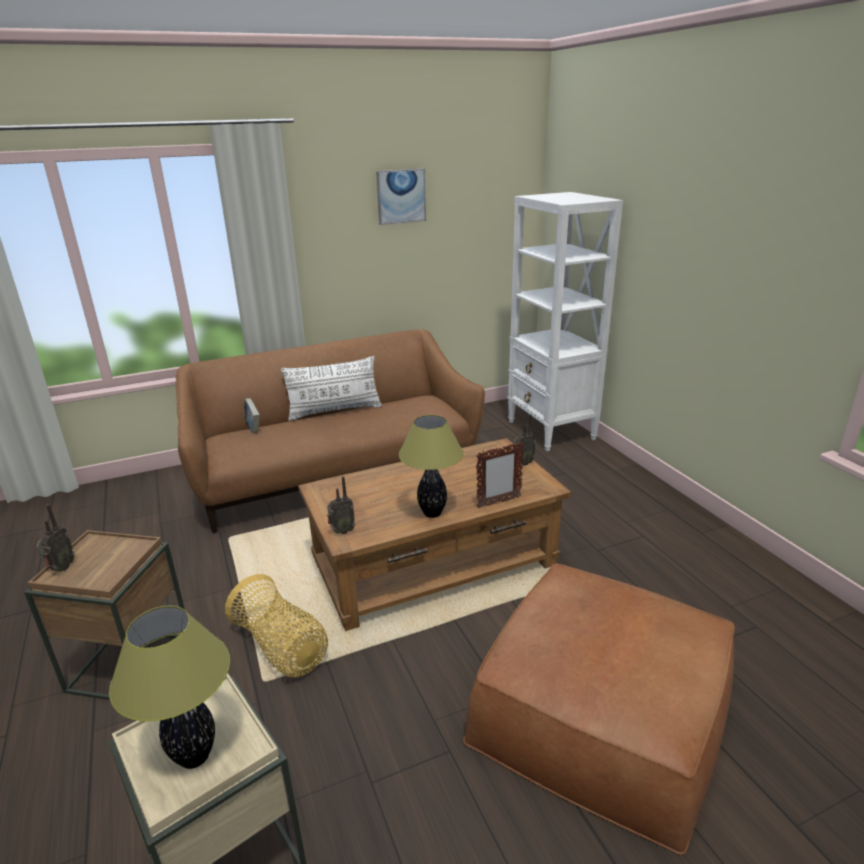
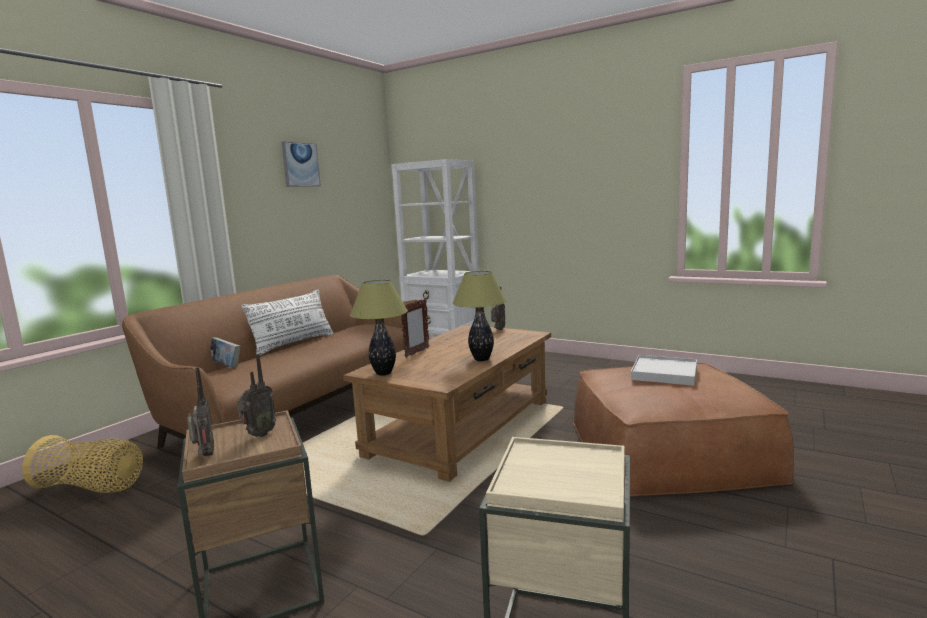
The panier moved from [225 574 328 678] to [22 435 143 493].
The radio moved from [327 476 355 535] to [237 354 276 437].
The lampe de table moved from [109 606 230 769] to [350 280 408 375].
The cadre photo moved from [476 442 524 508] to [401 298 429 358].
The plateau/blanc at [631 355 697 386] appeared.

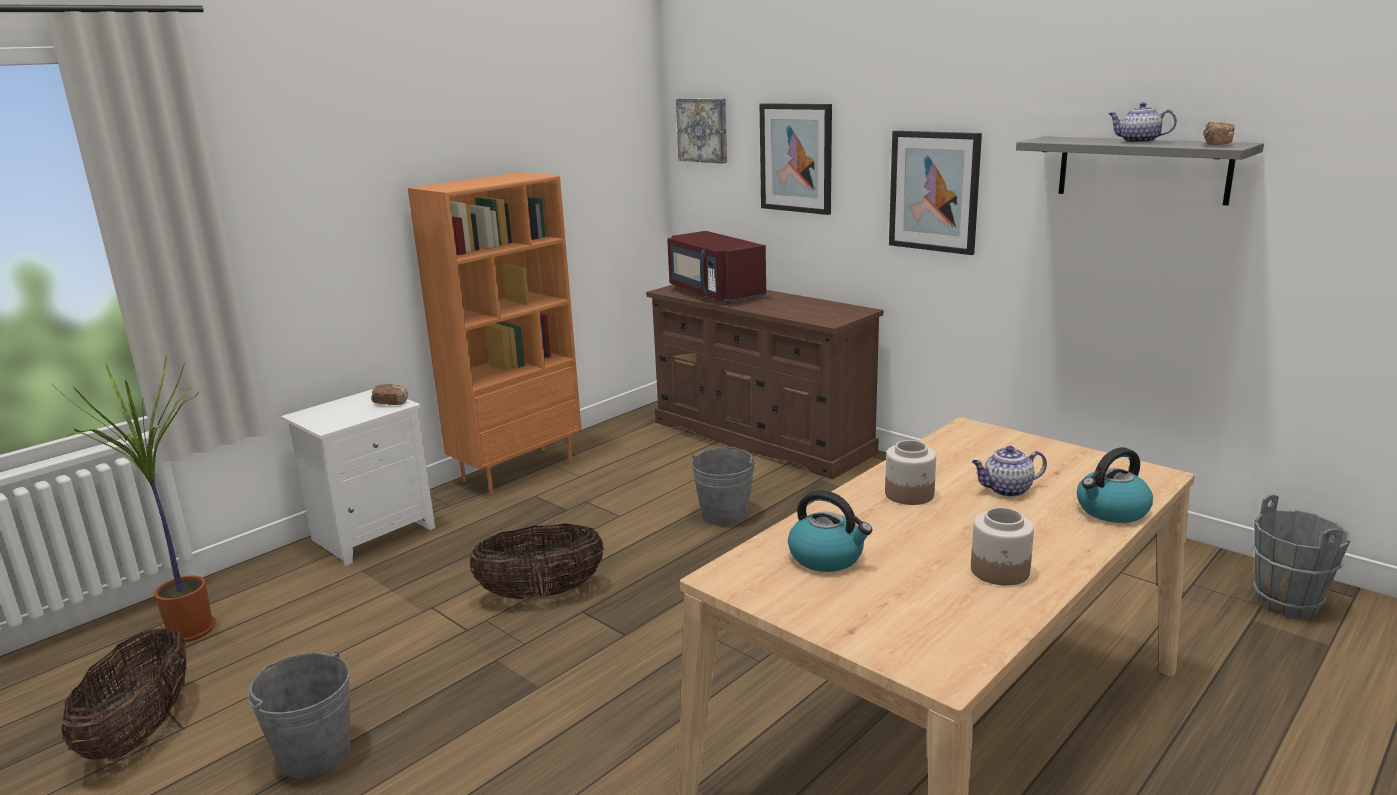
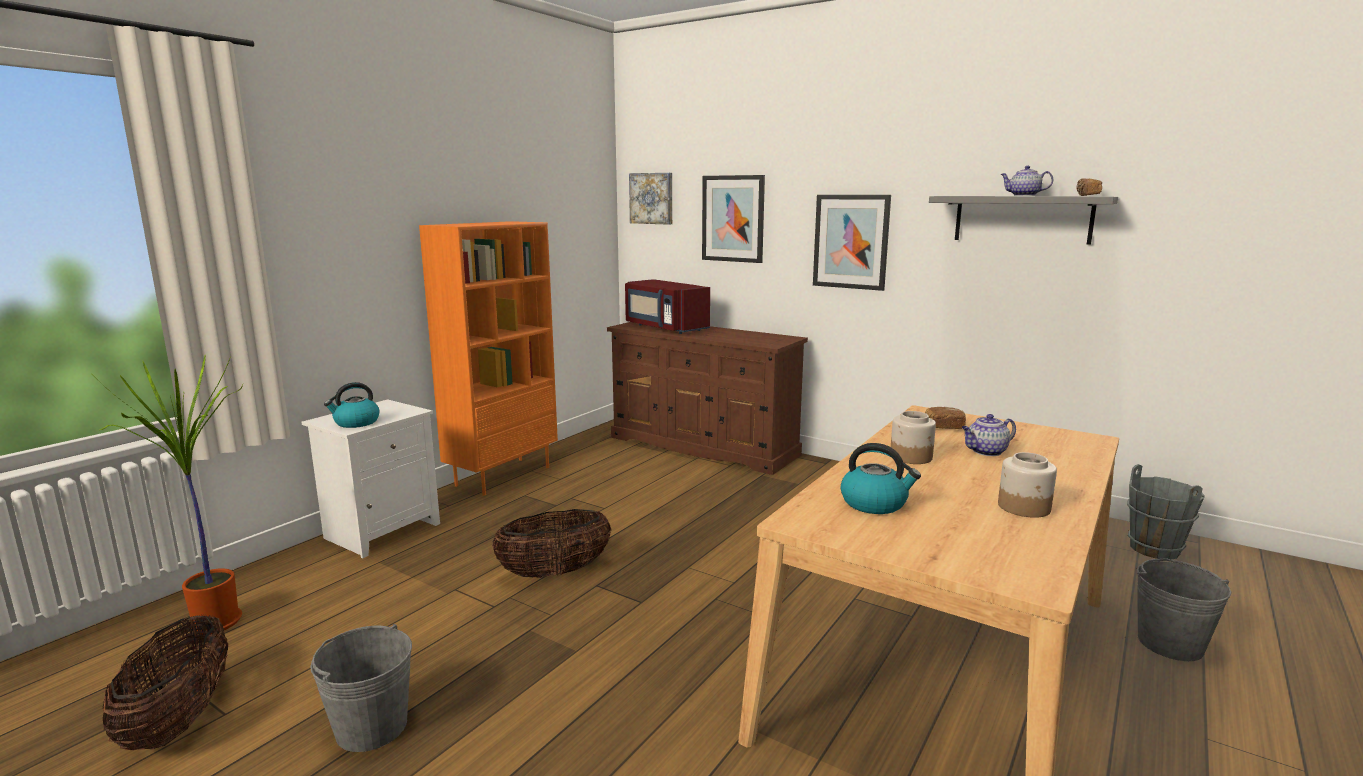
The bouilloire moved from [1077 447 1153 523] to [324 382 380 428].
The pain moved from [371 384 408 405] to [925 407 966 429].
The seau/gris moved from [691 447 755 526] to [1137 558 1231 661].

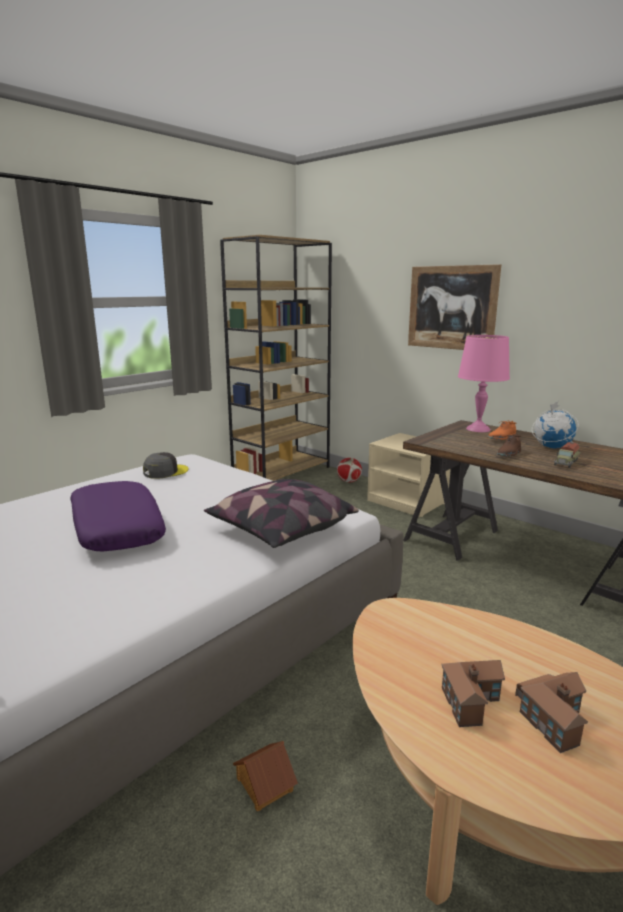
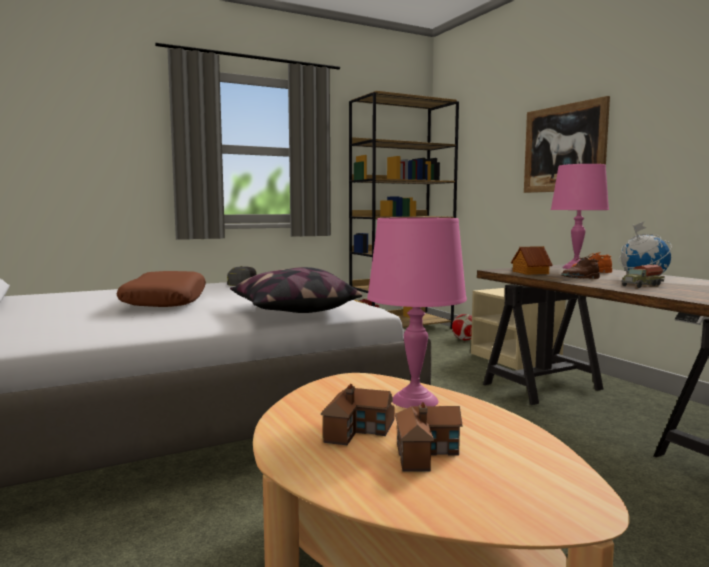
The coussin/violet at [70 481 166 552] became the coussin/marron at [117 271 206 307].
The lampe de table/rose at [367 217 467 408] appeared.
The maison miniature moved from [233 741 298 811] to [511 246 553 275].

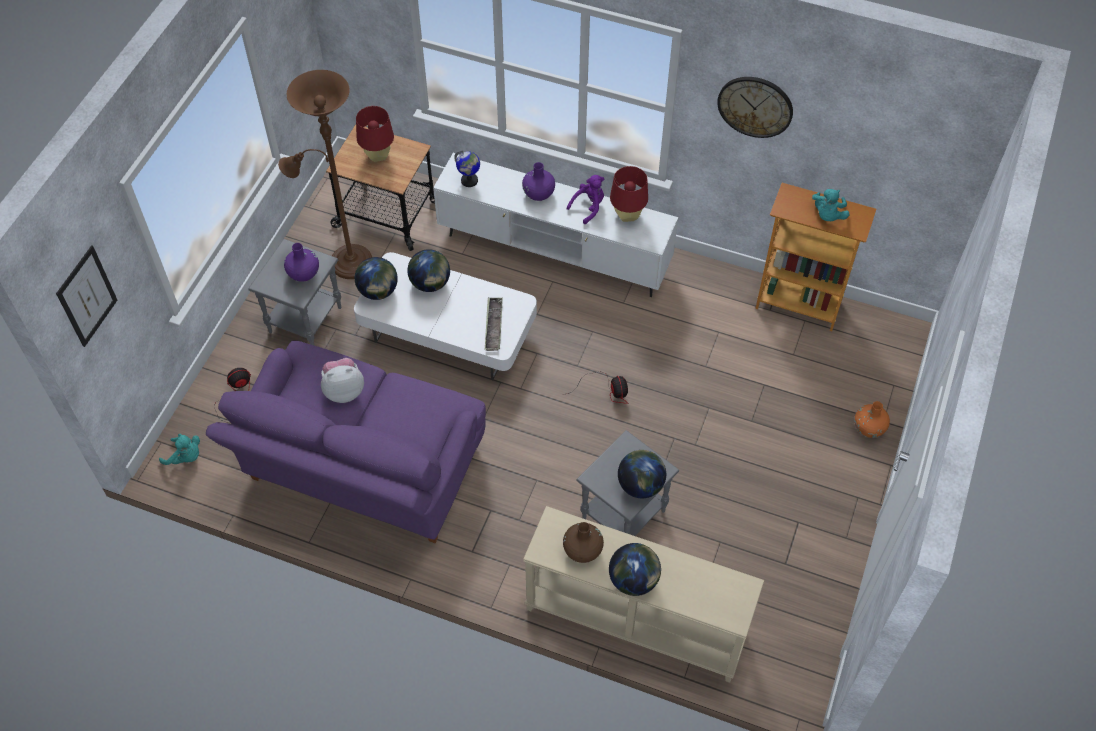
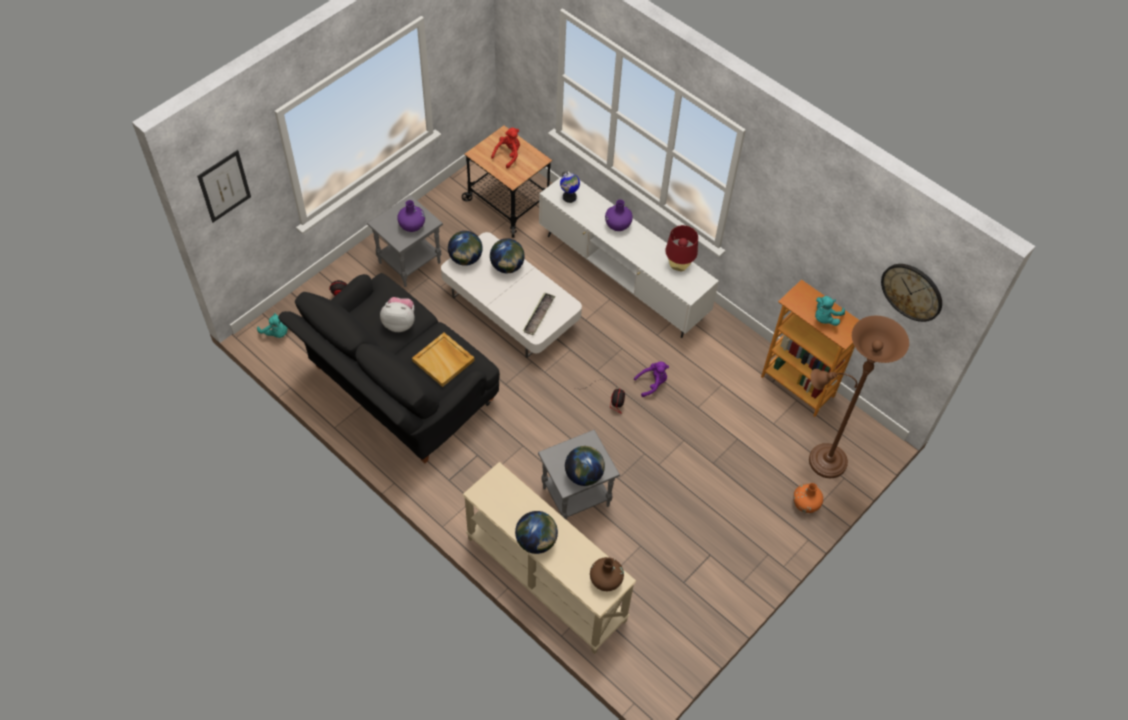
The canapé/violet at [206 340 486 543] became the canapé/noir at [278 273 500 463].
The plateau/beige at [412 333 474 387] appeared.
The lampe de table/rouge at [356 106 394 162] was replaced by the peluche/rouge at [491 128 520 169].
The vase/marron moved from [563 522 604 563] to [590 557 624 591].
The peluche/violet moved from [567 175 604 224] to [634 361 669 397].
The lampadaire/marron moved from [278 70 372 279] to [809 316 909 478].
The horloge murale moved from [717 77 793 138] to [881 264 942 322].

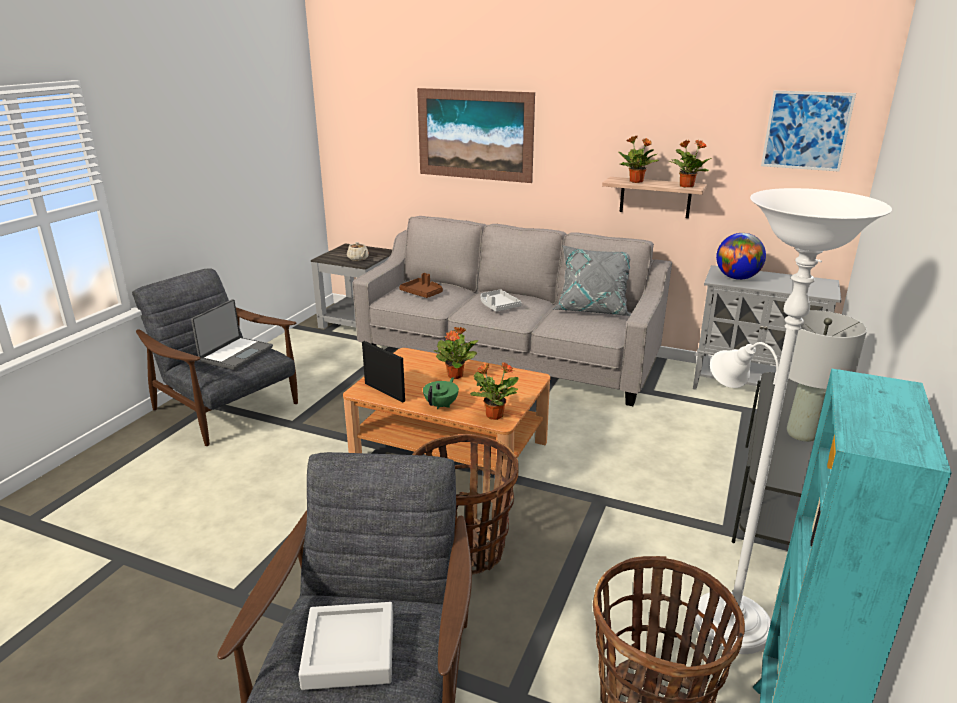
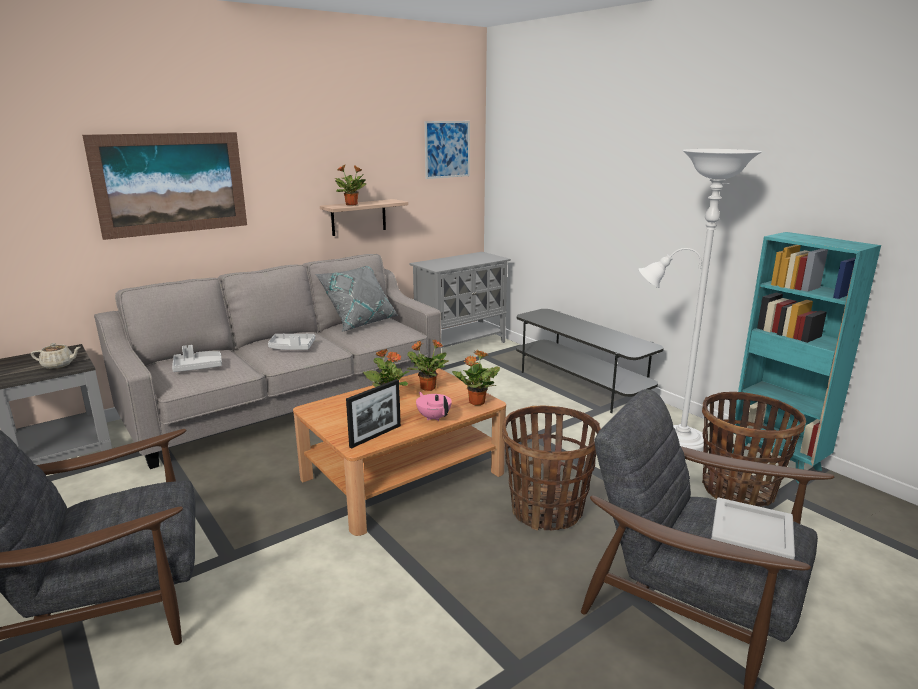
The plateau/marron at [399 273 443 298] became the plateau/gris at [172 345 222 372].
The cadre photo at [362 341 405 403] turned 150 degrees clockwise.
The plante en pot moved from [669 139 712 188] to [407 339 449 391].
The théière/vert at [423 377 459 409] became the théière/rose at [416 392 452 421].
The ordinateur portable at [191 299 273 370] disappeared.
The globe at [716 233 766 280] disappeared.
The lampe de table/gris at [787 310 867 442] disappeared.

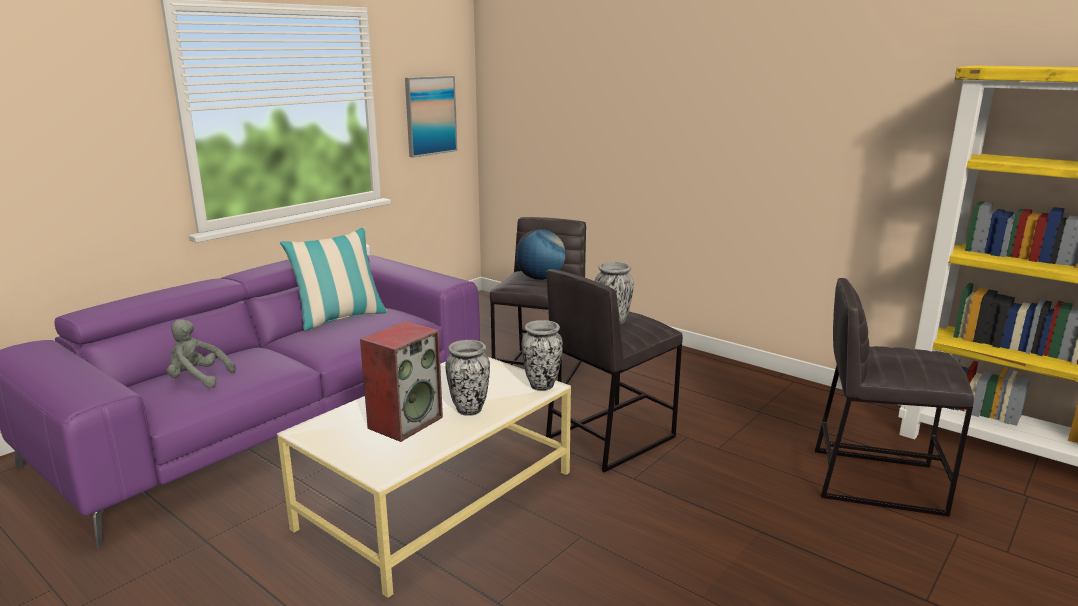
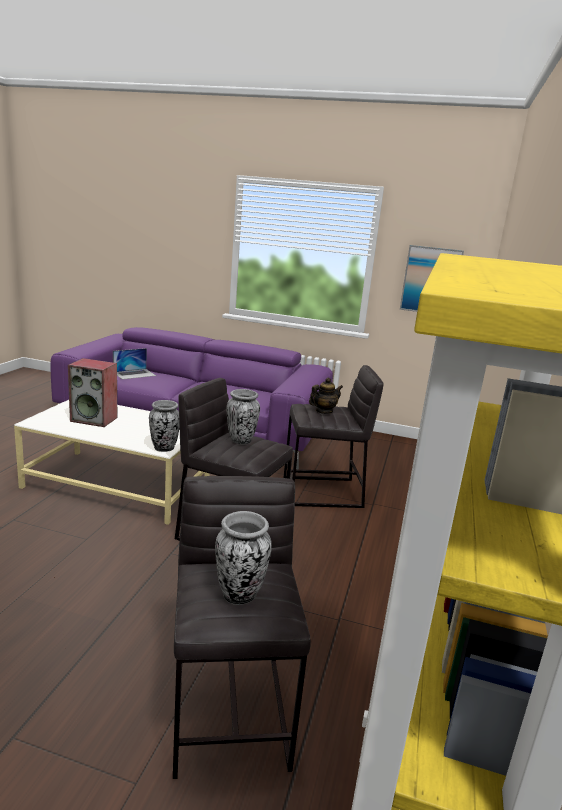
The peluche/gris at [167 319 236 387] was replaced by the ordinateur portable at [113 348 156 379].
The vase moved from [445 340 490 416] to [215 511 272 605].
The globe at [515 229 565 280] was replaced by the théière at [309 377 343 414].
The coussin at [280 227 388 331] disappeared.

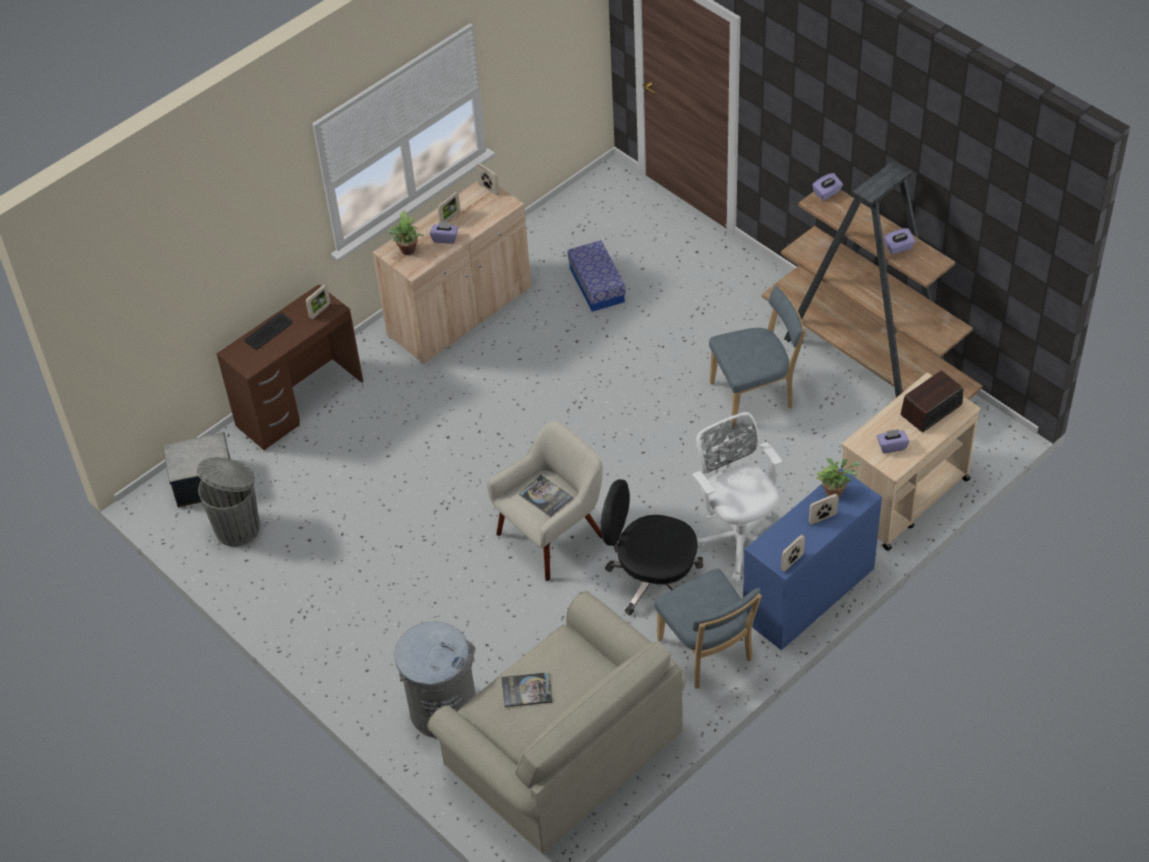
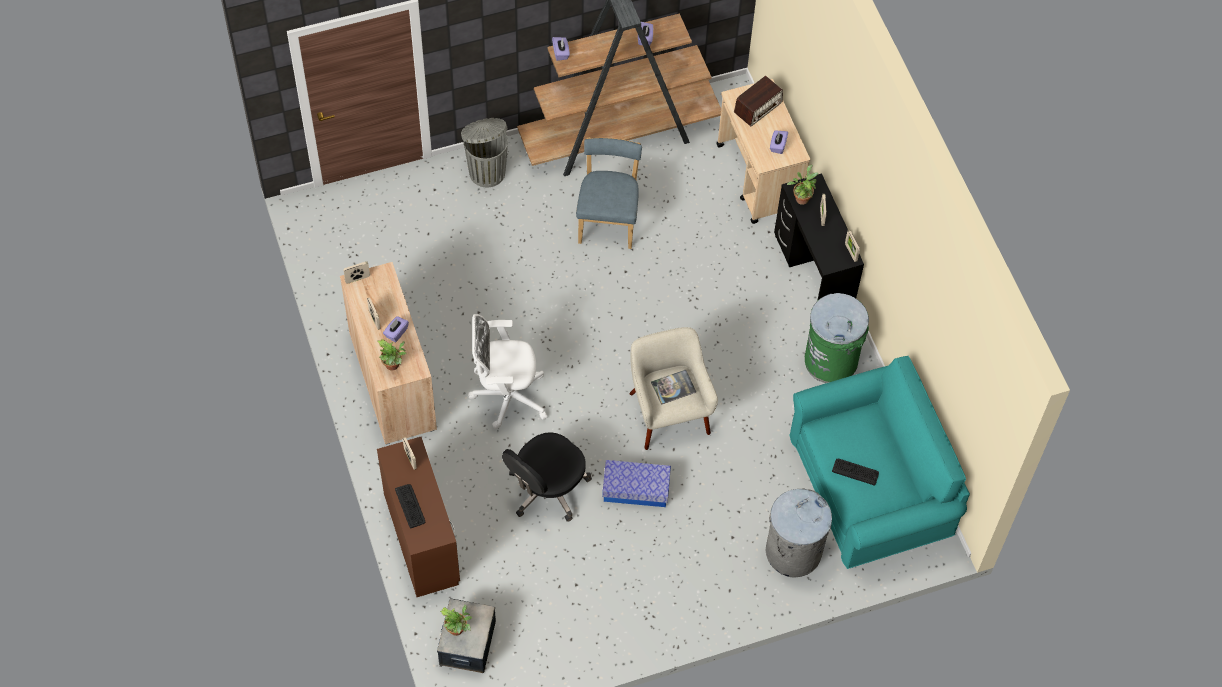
The plante en pot at [440 605 472 636] appeared.
The poubelle/gris moved from [197 457 260 547] to [461 118 508 187].
The chaise de bureau/blanc moved from [692 412 782 583] to [468 314 547 429].
The chaise de bureau/noir moved from [601 479 703 615] to [502 432 592 522].
The boîte de rangement moved from [567 240 626 312] to [602 460 671 507].
The radio at [901 370 963 432] turned 120 degrees counterclockwise.
The bureau/bleu at [743 468 882 650] became the bureau/noir at [774 173 864 301].
The canapé/beige at [427 591 686 854] became the canapé/turquoise at [789 356 970 569].
The chaise/bleu at [654 569 762 689] was replaced by the poubelle/vert at [805 293 869 383].
The livre at [501 672 552 707] was replaced by the clavier at [832 459 879 485].

